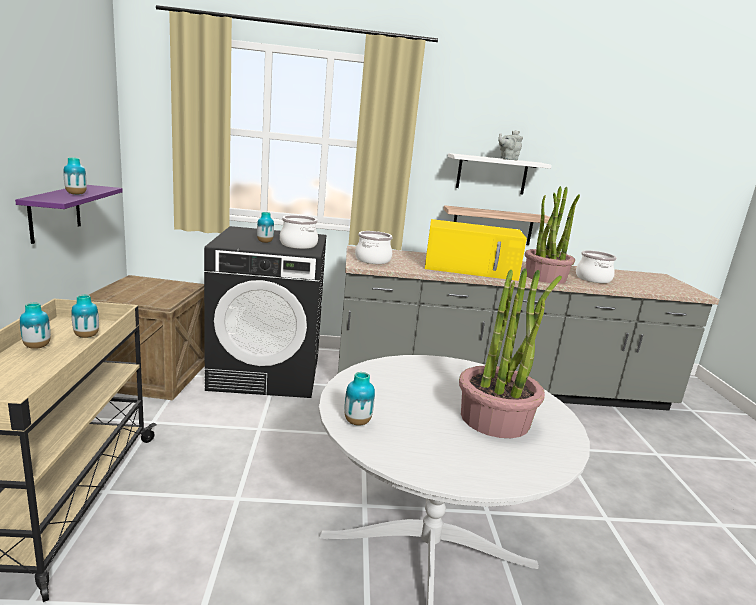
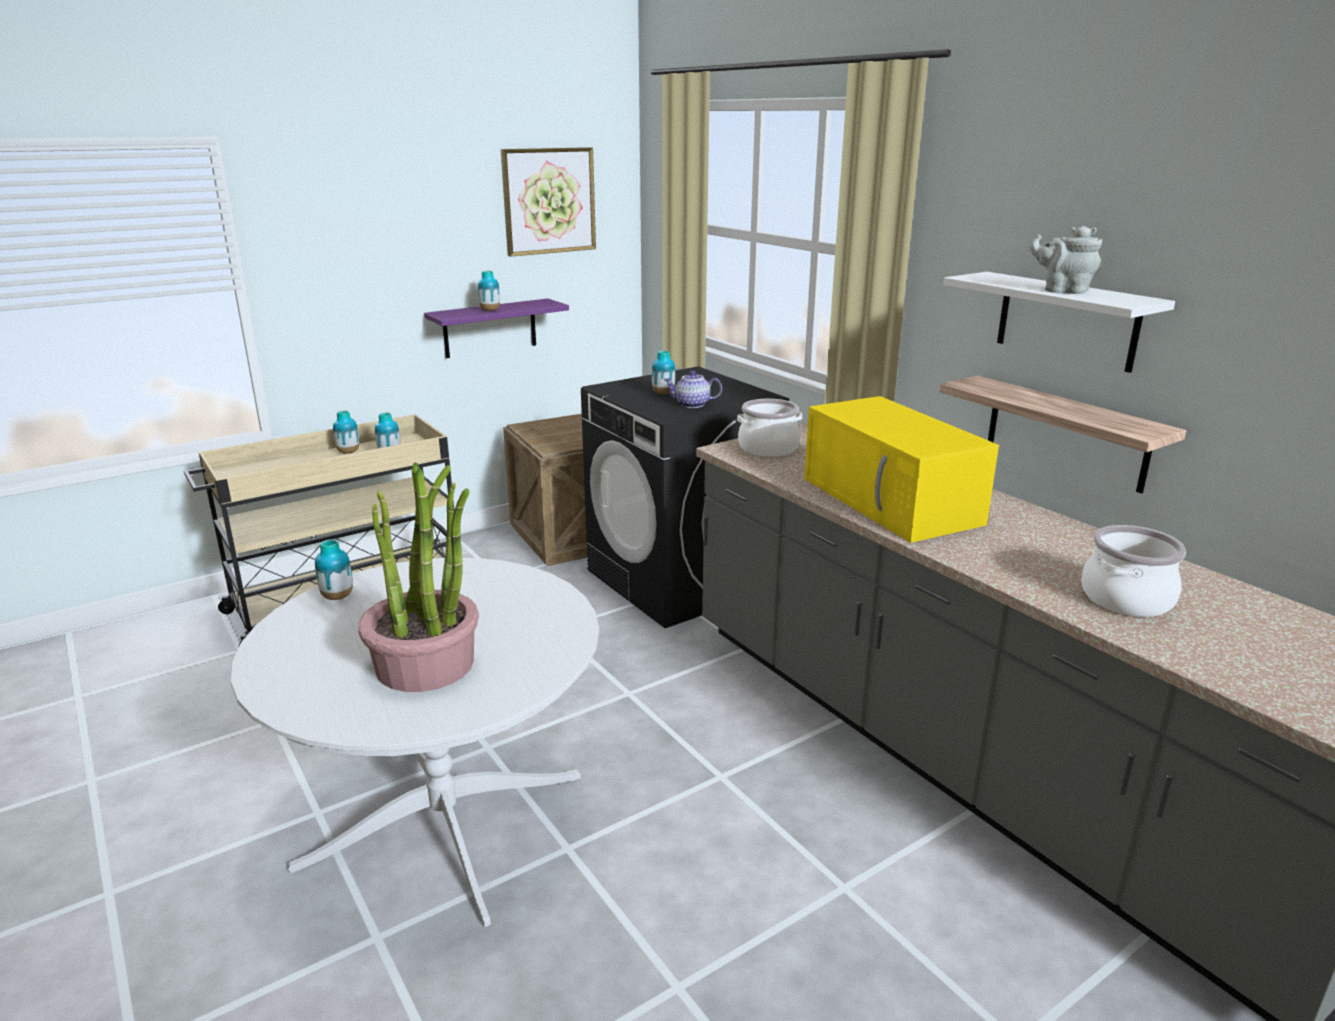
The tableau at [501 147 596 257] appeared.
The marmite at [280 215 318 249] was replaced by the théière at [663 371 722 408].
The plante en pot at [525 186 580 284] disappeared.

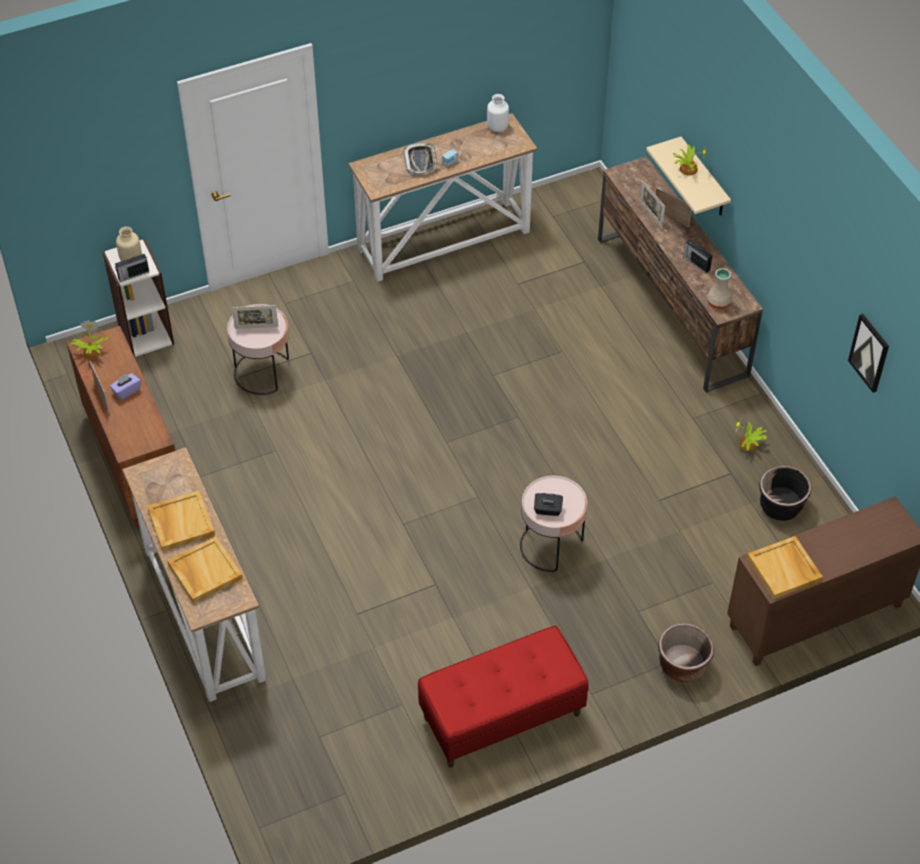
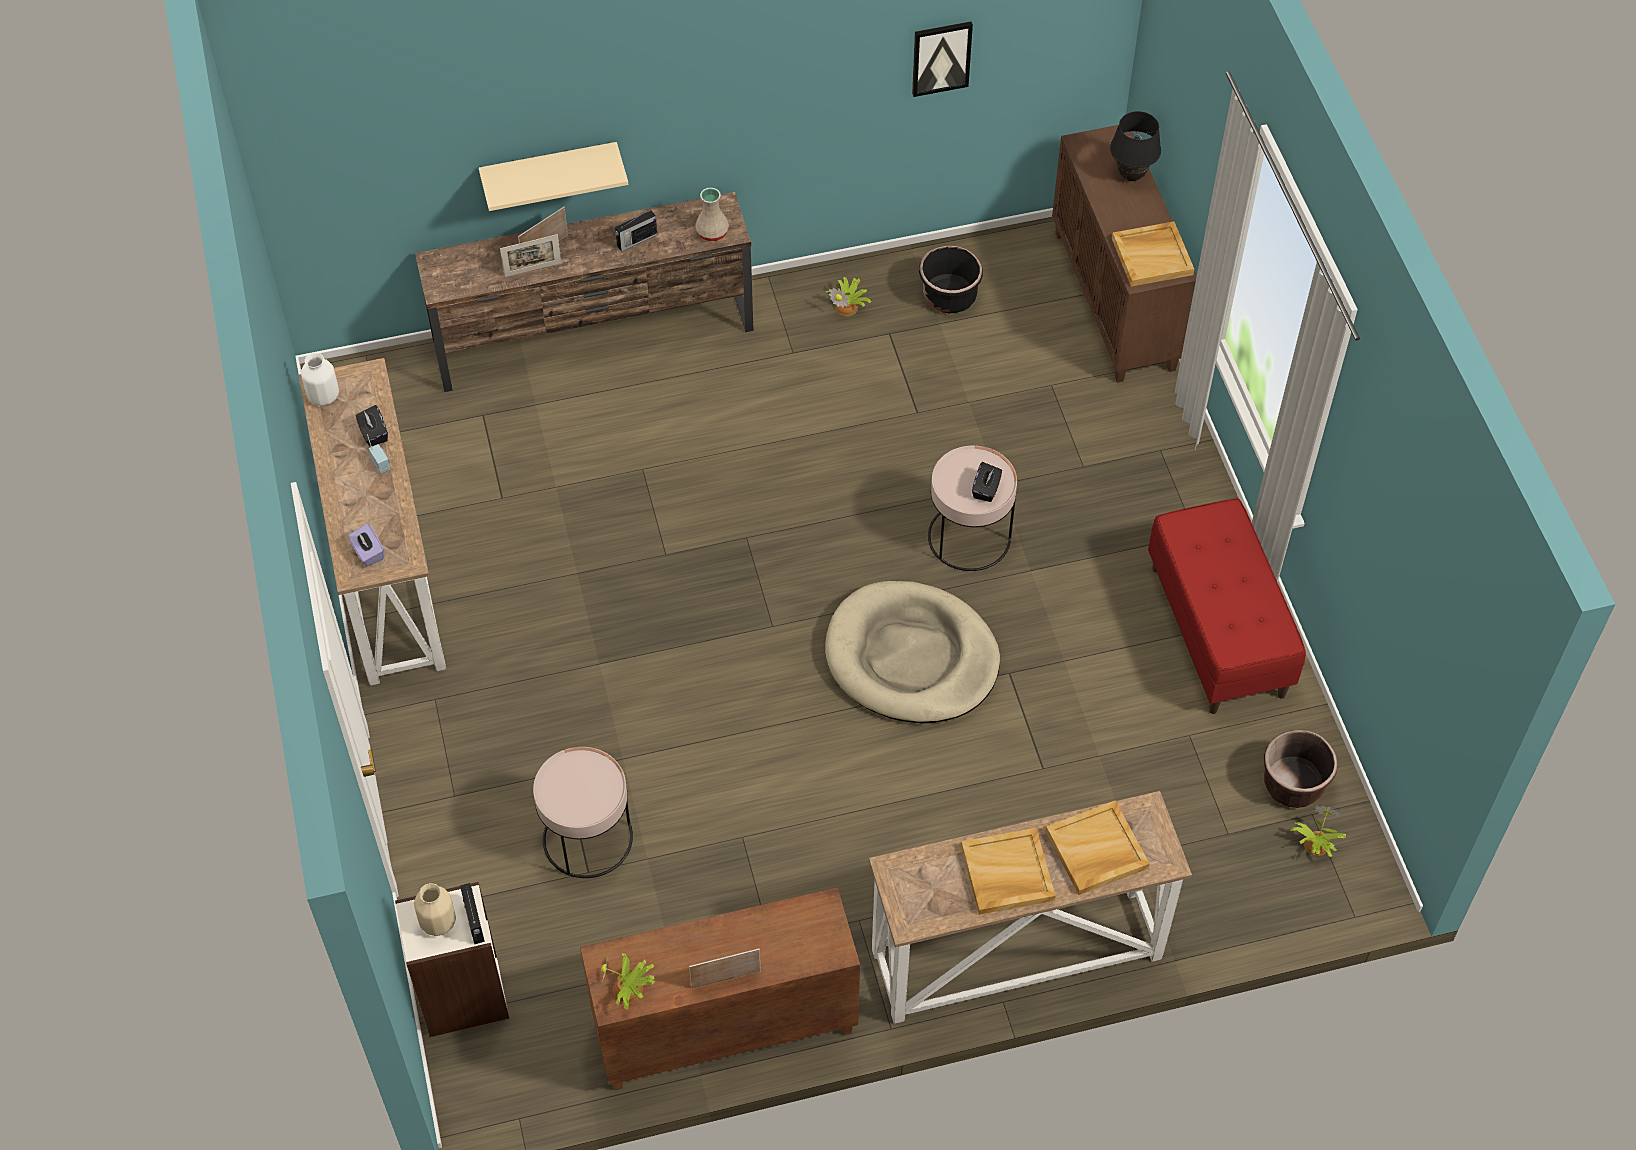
The boîte à mouchoirs/violet moved from [110 373 141 400] to [348 523 384 566].
The boîte à mouchoirs/noir at [356 405 388 447] appeared.
The panier pour chien/beige at [825 581 1000 724] appeared.
The lampe de table/noir at [1110 111 1161 181] appeared.
The cache-pot/marron moved from [658 623 714 682] to [1264 730 1338 808].
The plante en pot moved from [673 144 706 175] to [1290 805 1346 857].
The cadre photo at [232 305 278 329] disappeared.
The plateau at [403 142 439 175] disappeared.

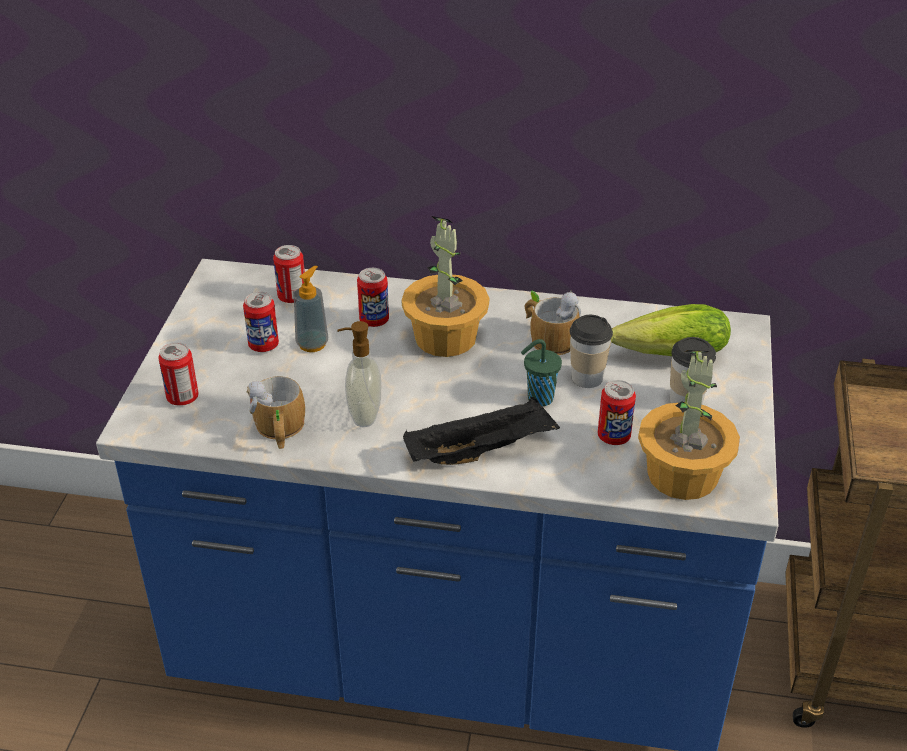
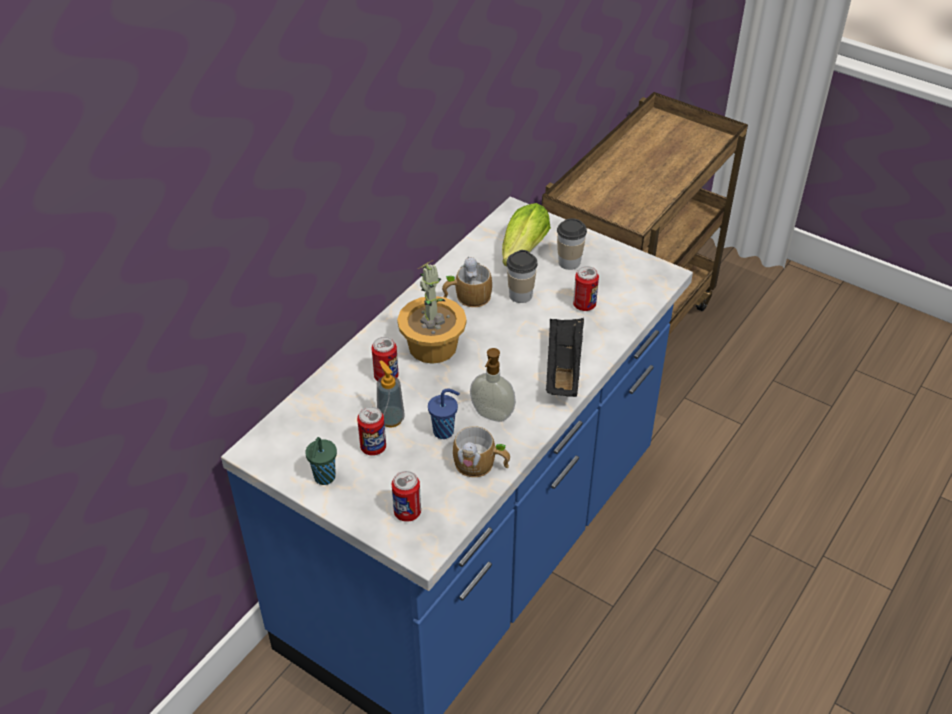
The tasse/vert moved from [521 339 562 406] to [305 437 337 485].
The tasse/bleu at [428 388 460 439] appeared.
The boîte métallique at [273 245 305 303] disappeared.
The plante en pot at [638 350 740 500] disappeared.

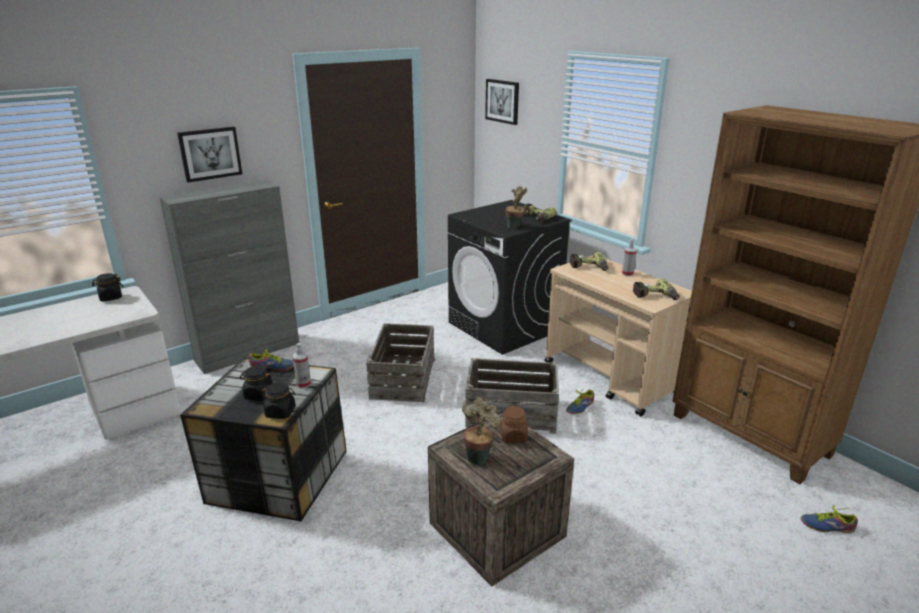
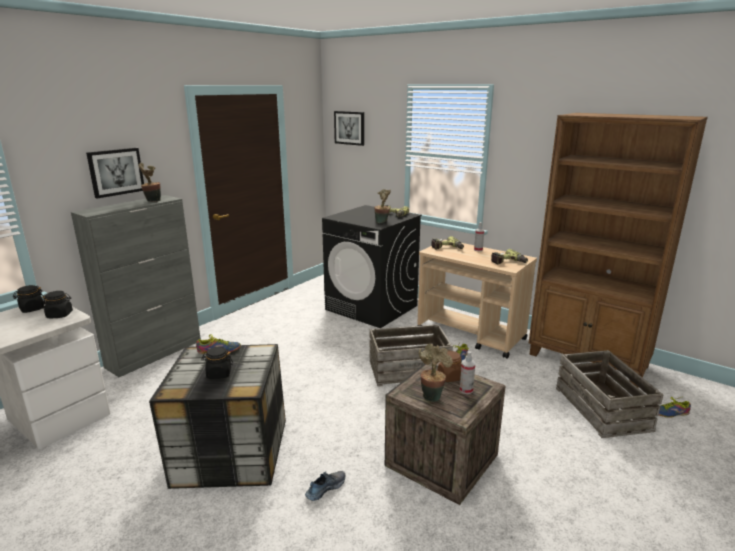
The bocal/noir moved from [262 382 296 419] to [42 291 73 318].
The plante en pot at [138 163 161 202] appeared.
The chaussure at [305 471 345 501] appeared.
The vaporisateur moved from [293 343 311 389] to [460 351 475 394].
The caisse moved from [366 323 435 402] to [556 350 663 438].

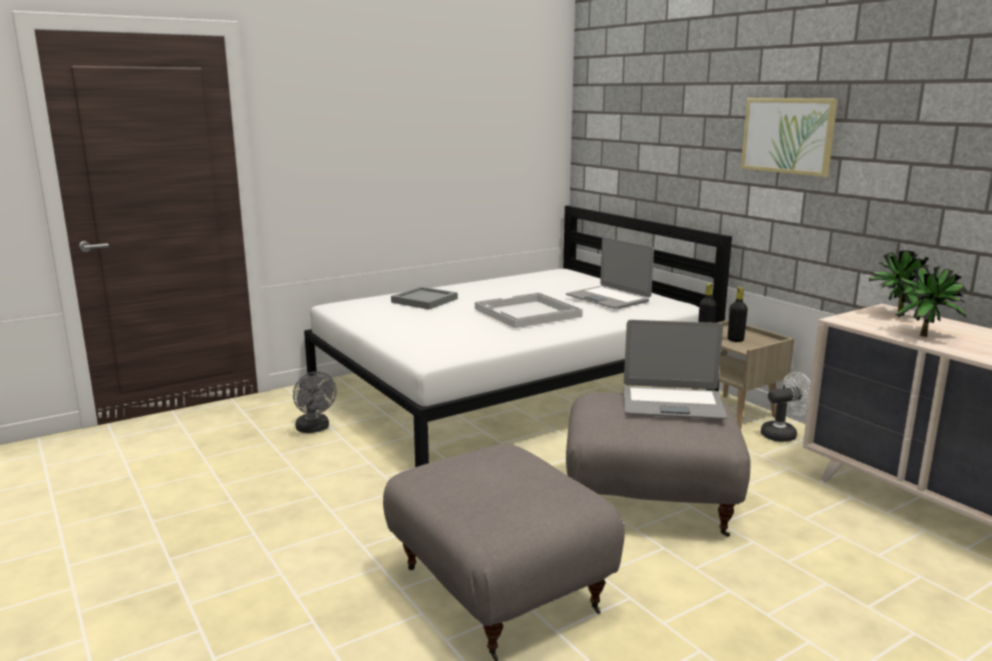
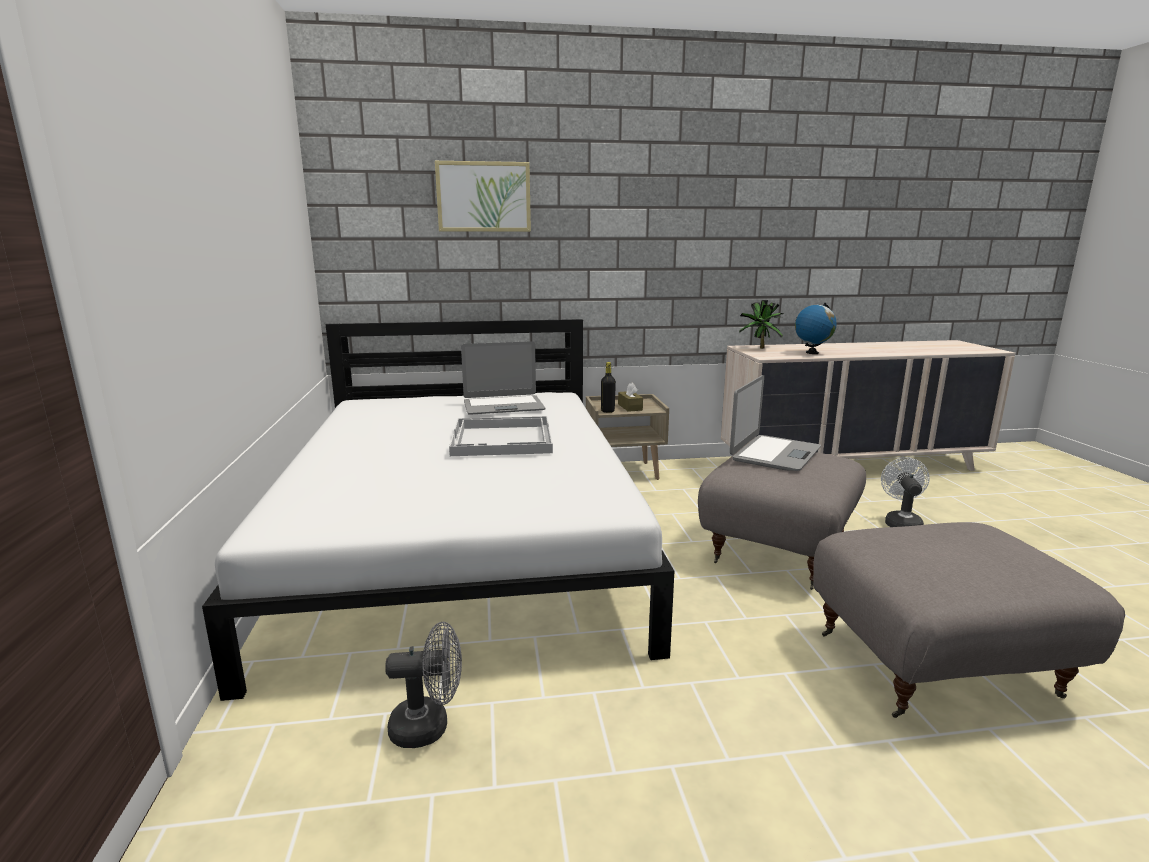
The tableau moved from [741 98 838 177] to [435 161 531 232].
The bouteille/noir at [728 287 748 342] was replaced by the boîte à mouchoirs/marron at [618 383 643 412].
The plante en pot at [896 266 967 337] was replaced by the globe at [795 303 837 354].
The ventilateur/blanc moved from [761 372 811 442] to [881 457 930 527].
The plateau/gris at [391 286 458 309] disappeared.

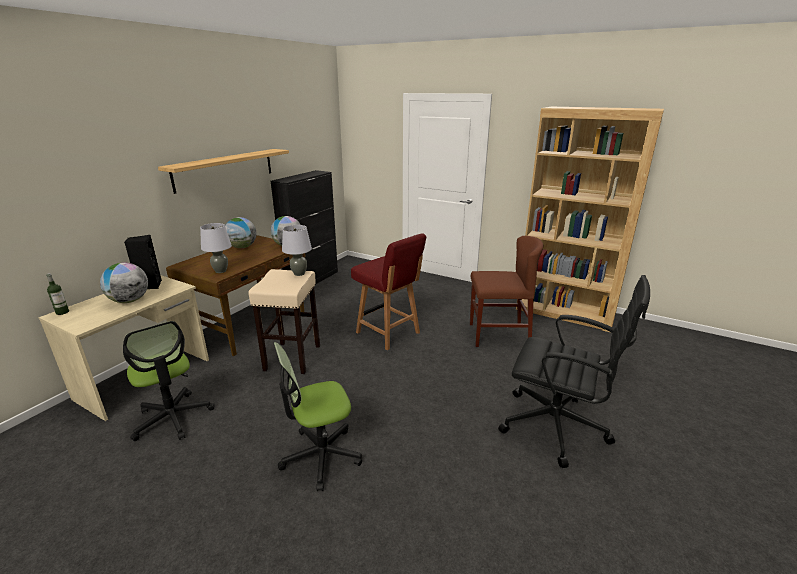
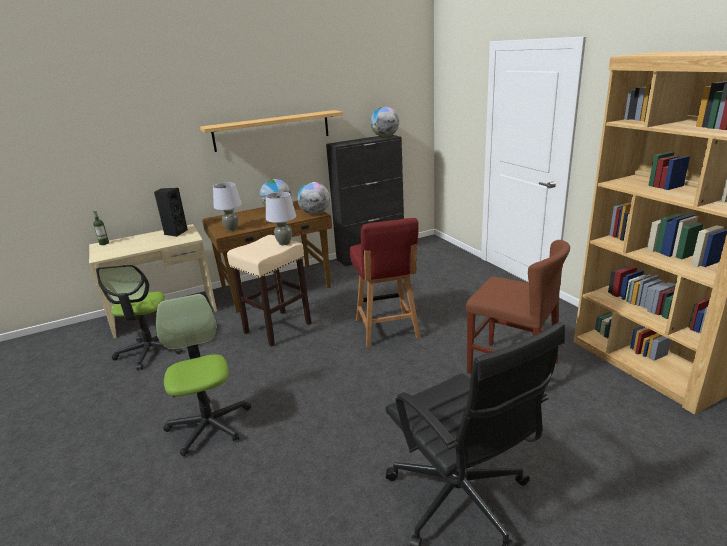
The chaise de bureau at [274 342 362 491] turned 60 degrees clockwise.
The globe moved from [100 263 148 303] to [370 107 399 137].

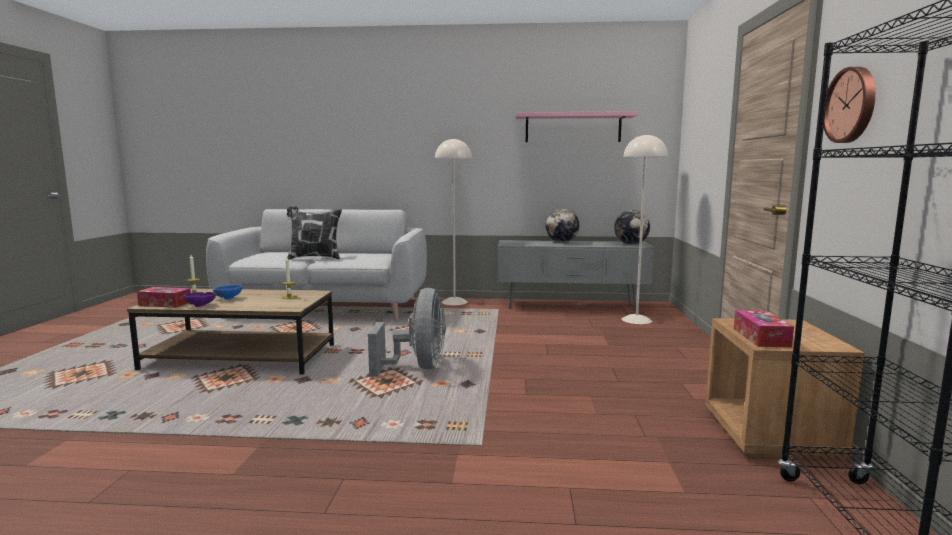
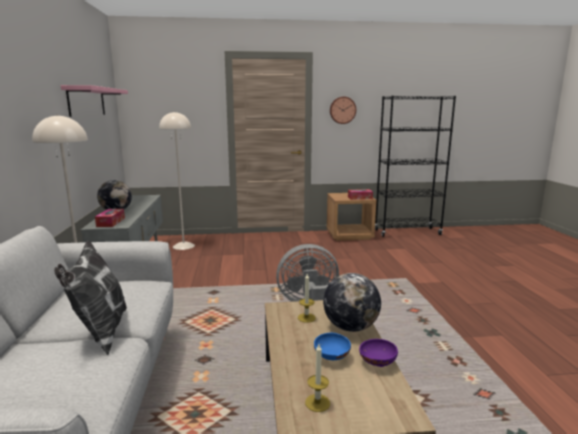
The boîte à mouchoirs moved from [137 287 191 308] to [95 209 125 227].
The globe moved from [614 210 650 244] to [323 273 381 332].

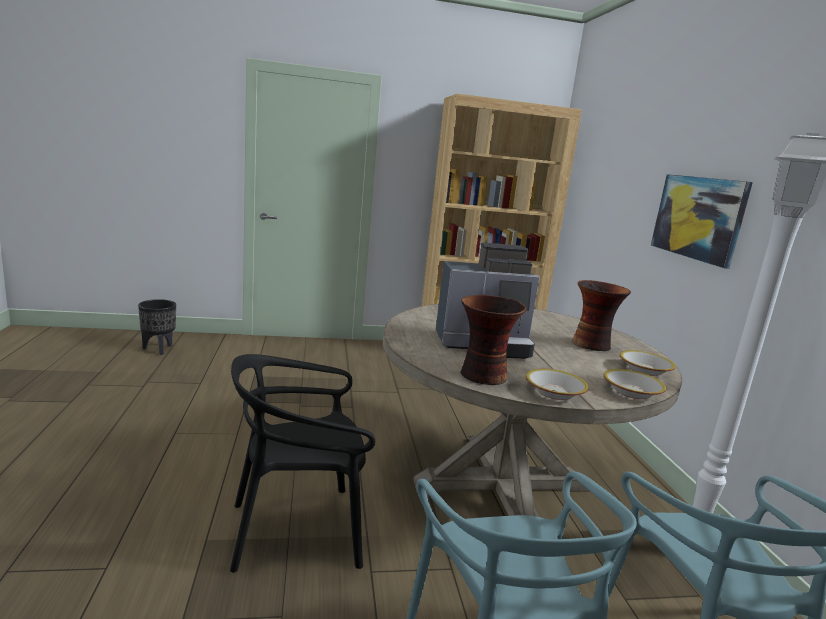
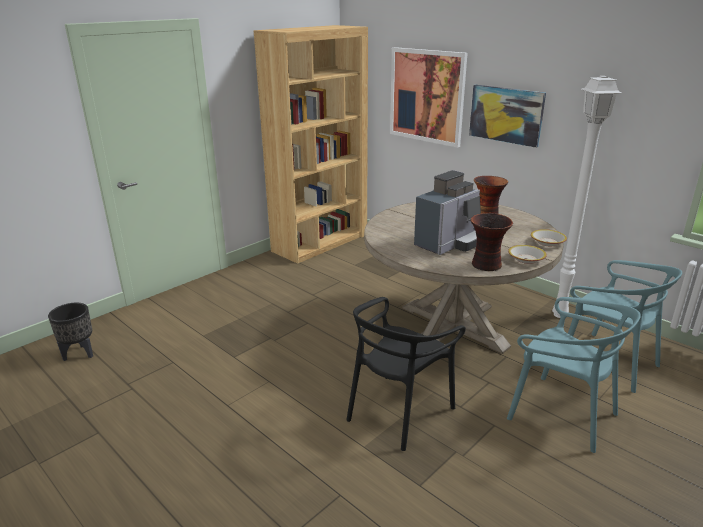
The tableau at [390 47 468 148] appeared.
The bol at [620 350 676 376] disappeared.

